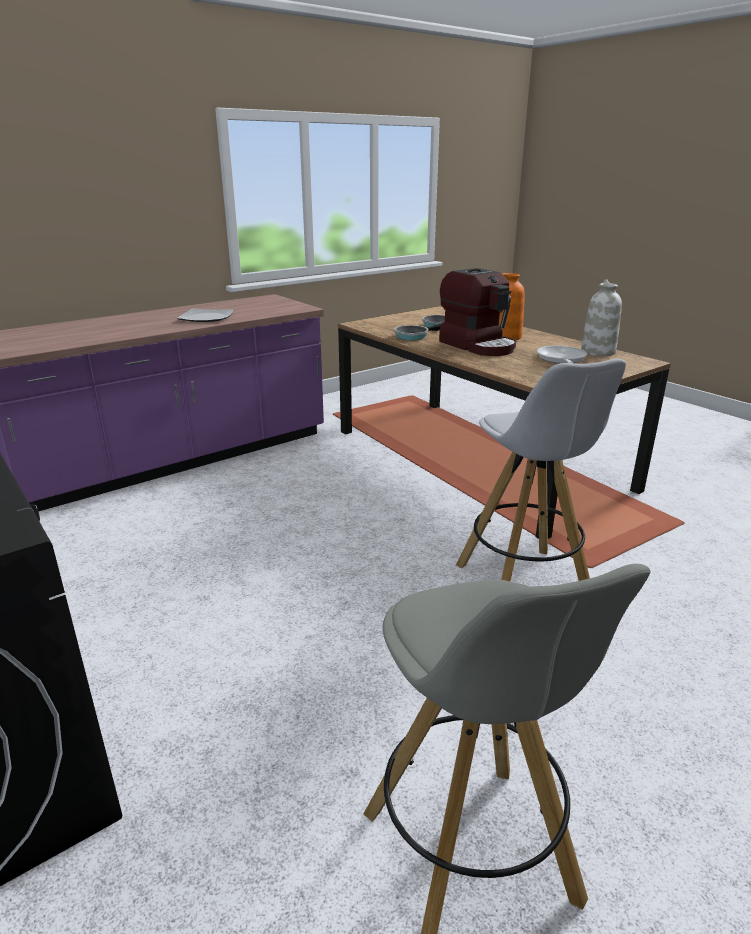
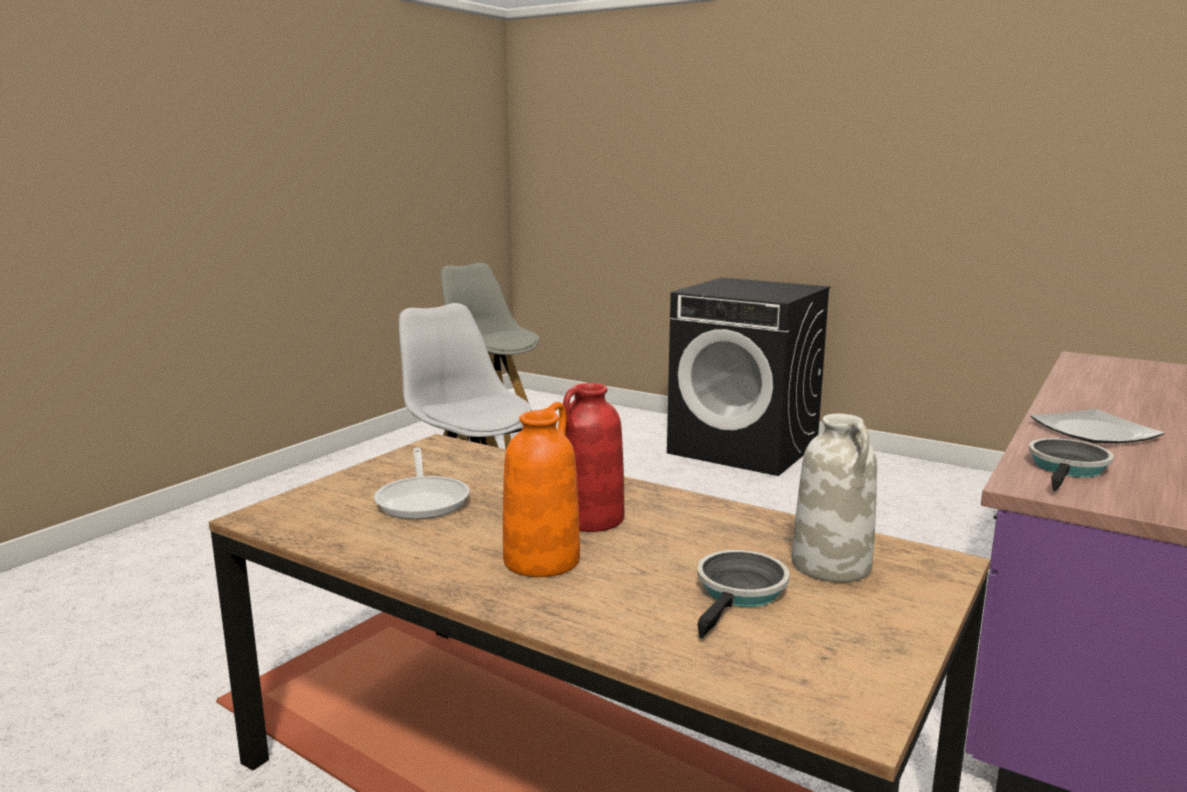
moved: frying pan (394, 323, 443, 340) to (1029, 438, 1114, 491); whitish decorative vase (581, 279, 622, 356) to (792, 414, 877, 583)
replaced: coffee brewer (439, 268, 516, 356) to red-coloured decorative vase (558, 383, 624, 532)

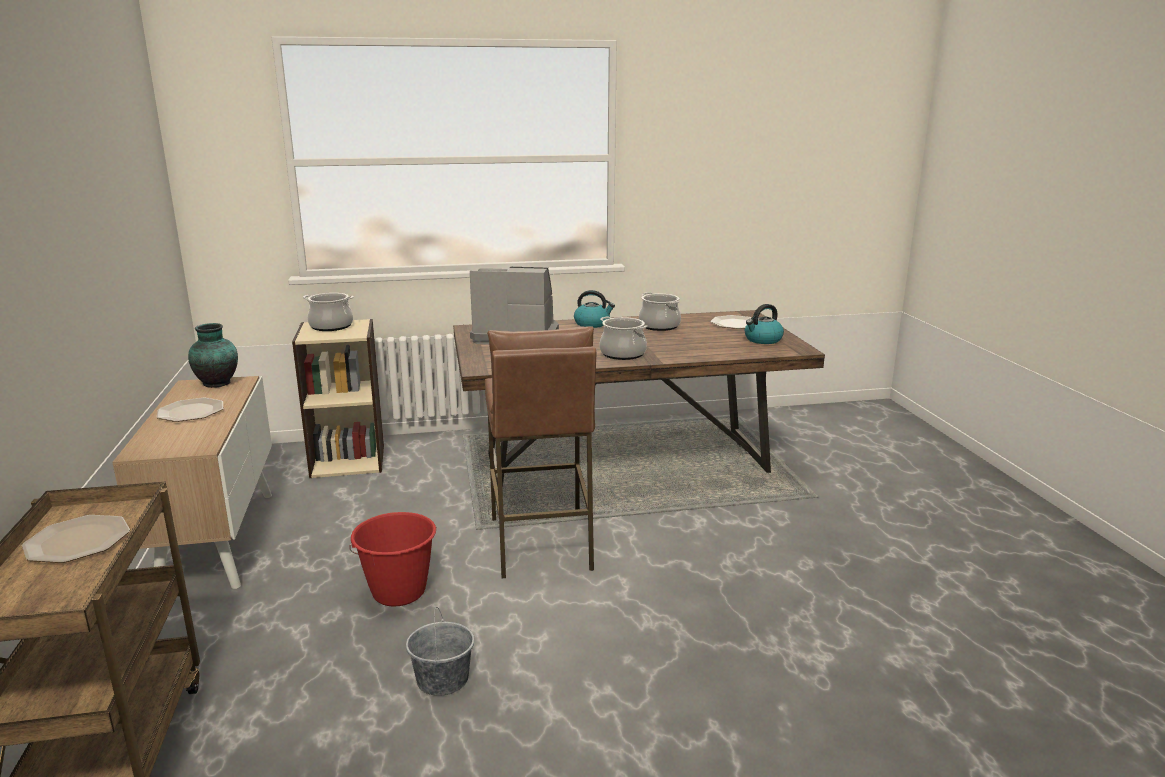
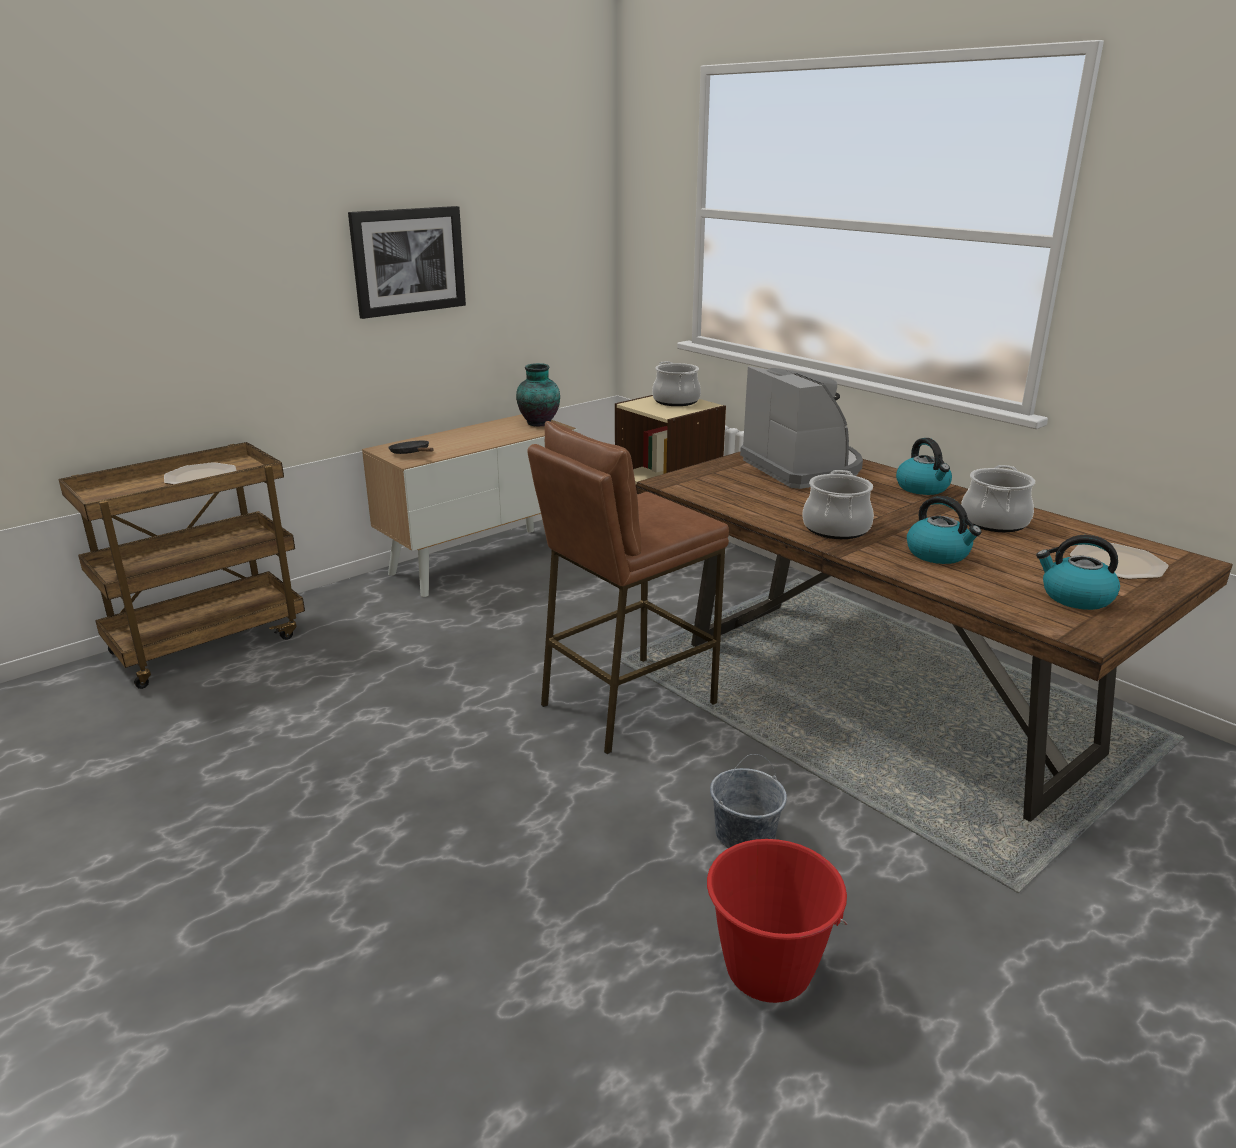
removed: flat dish (157, 398, 223, 422)
added: picture (348, 206, 466, 319); blackish frying pan (388, 441, 434, 454); water kettle (907, 496, 981, 564)
moved: red-coloured water bucket (349, 512, 437, 606) to (707, 839, 847, 1003); gray water bucket (406, 607, 475, 696) to (710, 754, 787, 848)

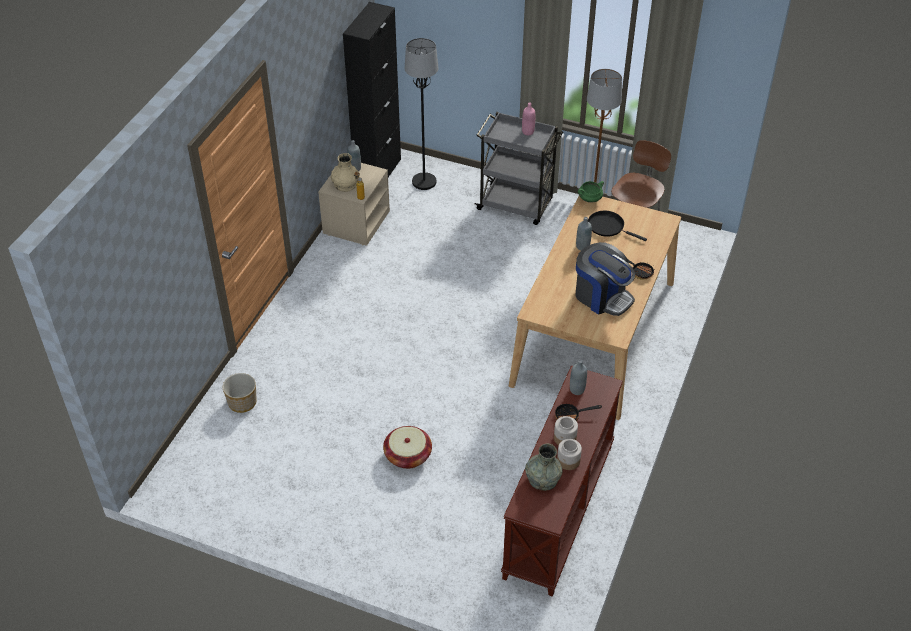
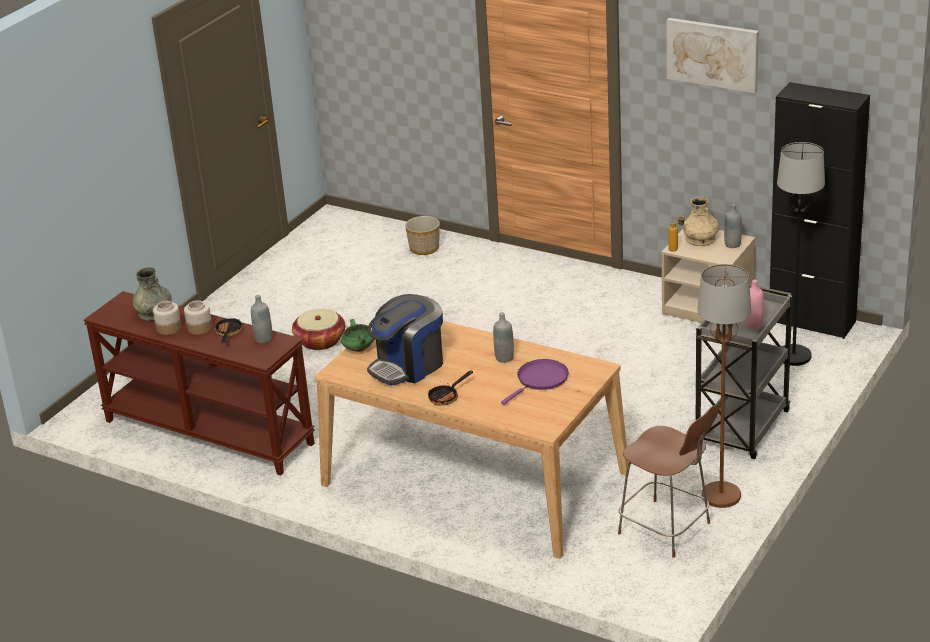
added: picture (667, 18, 759, 93)
moved: green saucepot (578, 181, 604, 203) to (341, 319, 374, 352)
recoloured: blackish frying pan (588, 211, 647, 241) to purple frying pan (501, 359, 569, 405)

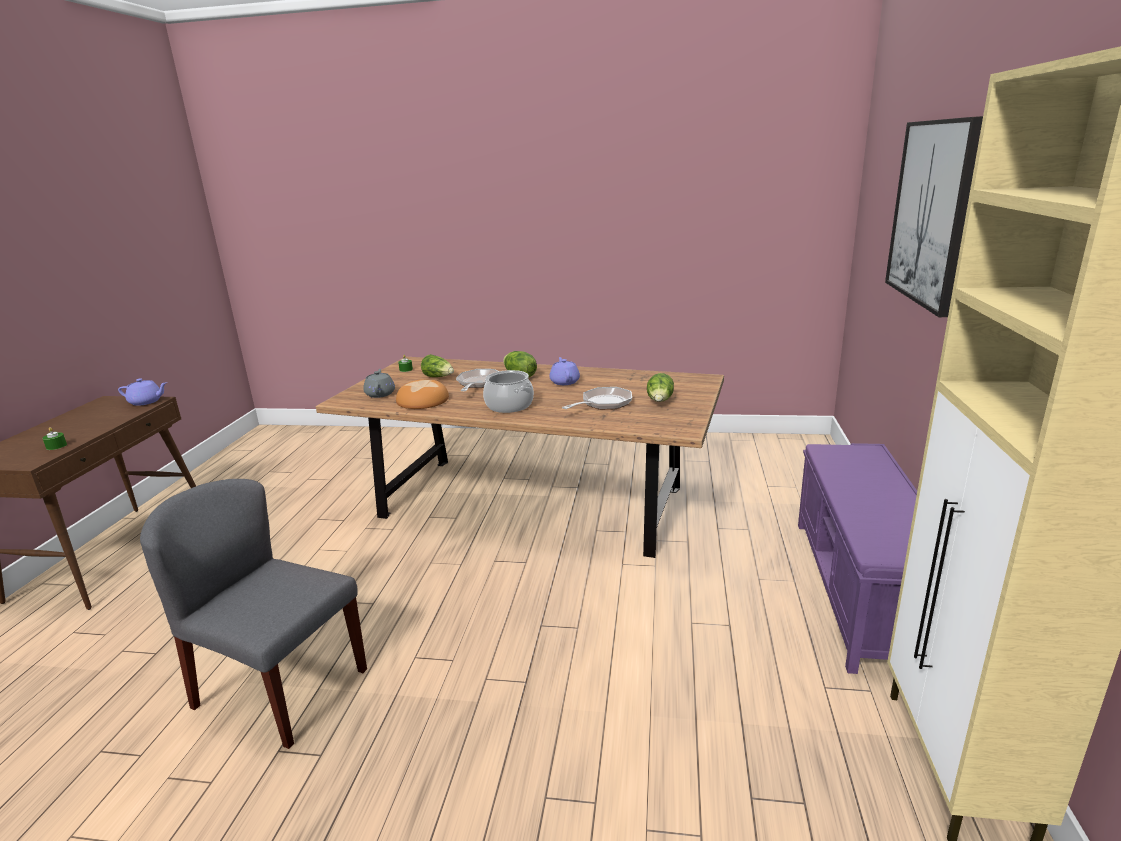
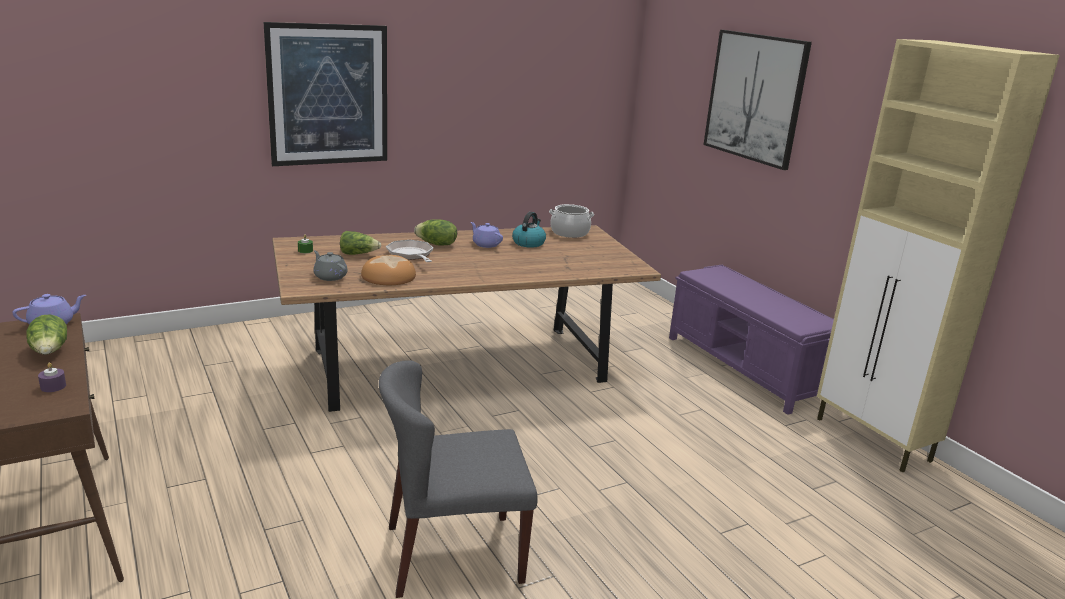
removed: frying pan (562, 387, 632, 410)
added: picture (264, 22, 387, 166); water kettle (512, 212, 546, 248)
moved: saucepot (483, 370, 534, 413) to (549, 204, 594, 238); head of lettuce (647, 373, 674, 402) to (26, 314, 67, 355)
recoloured: green candle (42, 427, 67, 450) to purple candle (38, 362, 66, 392)

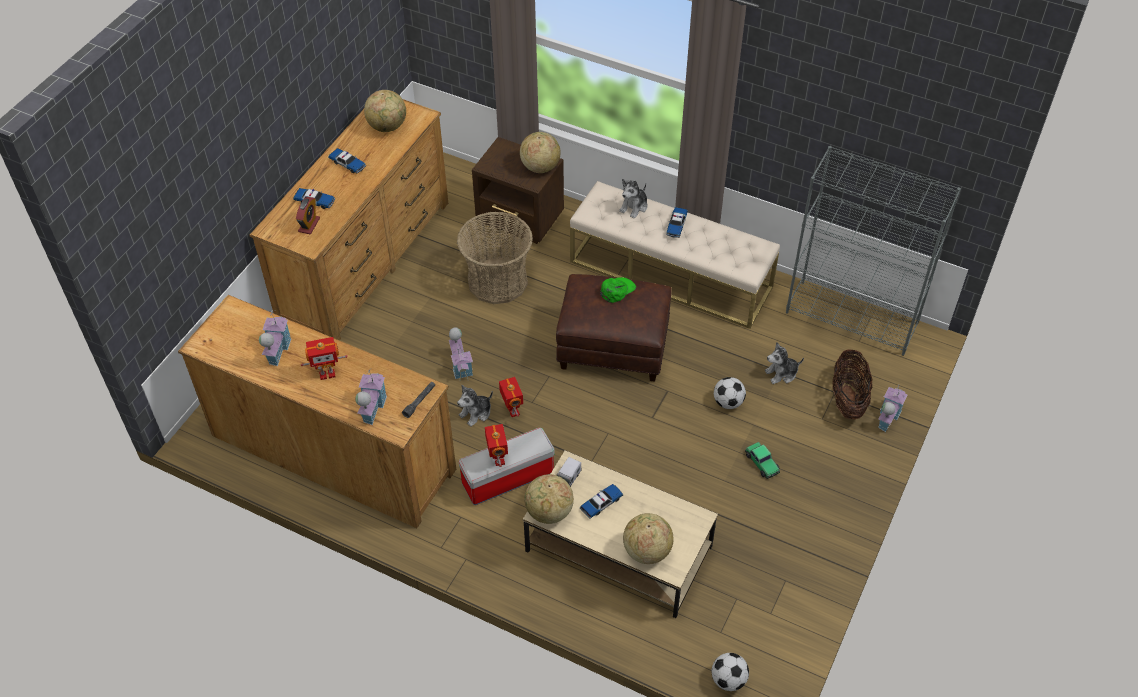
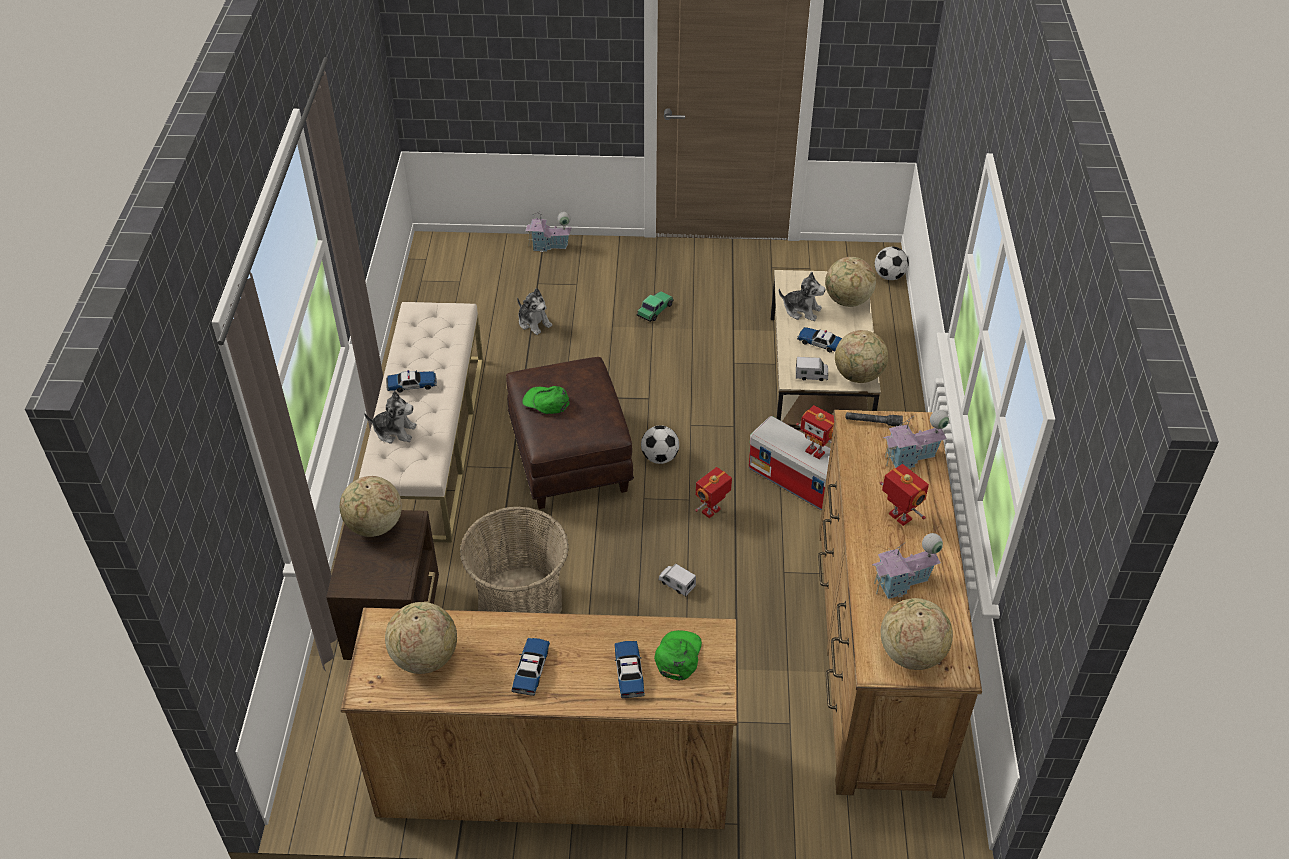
removed: gray shelving unit (786, 146, 961, 356); storage basket (832, 349, 873, 420)
added: world globe (881, 598, 953, 670)
moved: cuddly toy (457, 385, 493, 427) to (779, 272, 825, 321); football (714, 377, 746, 409) to (641, 425, 679, 464)
replaced: bedside clock (296, 197, 320, 235) to green peaked cap (654, 630, 702, 681); miniature house (449, 327, 473, 381) to toy truck (658, 564, 696, 597)
turned: model robot (485, 424, 508, 467) = (796, 405, 834, 459) 105 degrees counterclockwise

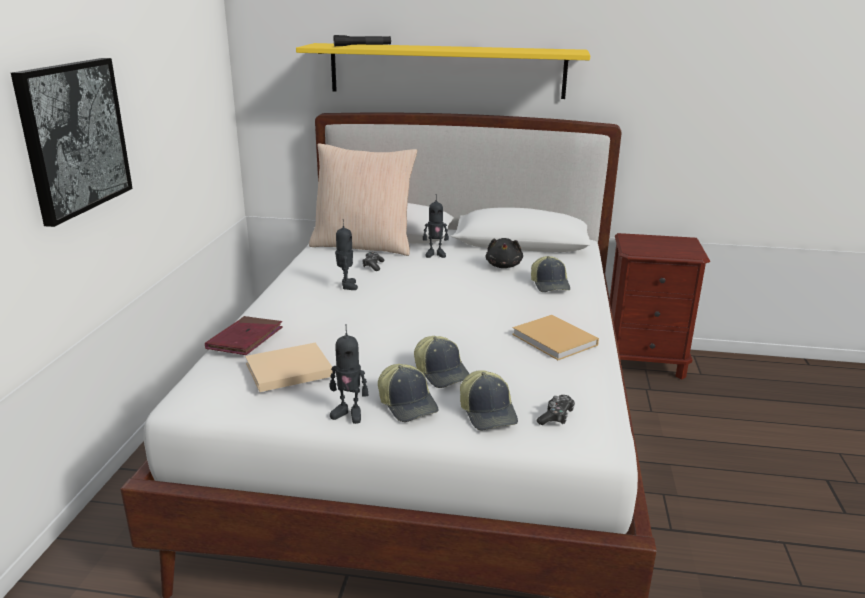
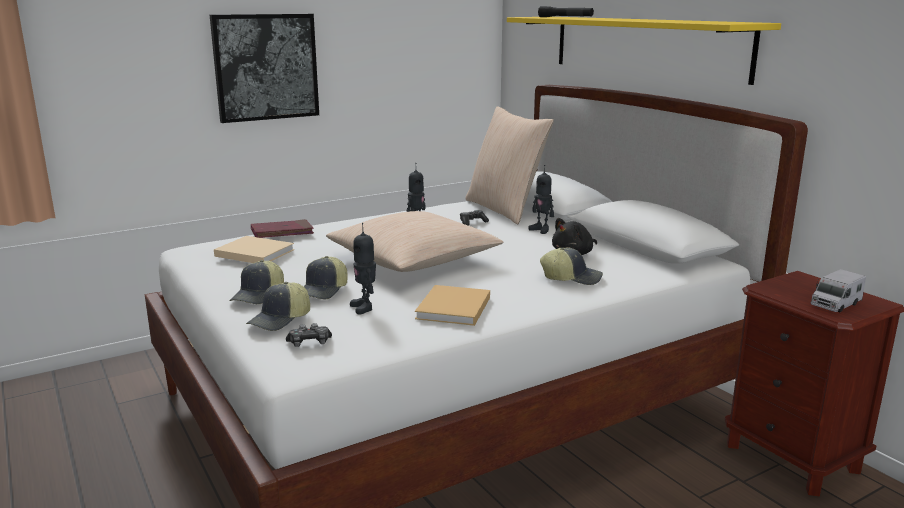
added: beige throw pillow (326, 211, 504, 272); toy truck (811, 269, 866, 312)
moved: model robot (329, 324, 368, 424) to (350, 223, 376, 315)
turned: peaked cap (531, 256, 570, 292) = (540, 247, 603, 285) 120 degrees counterclockwise

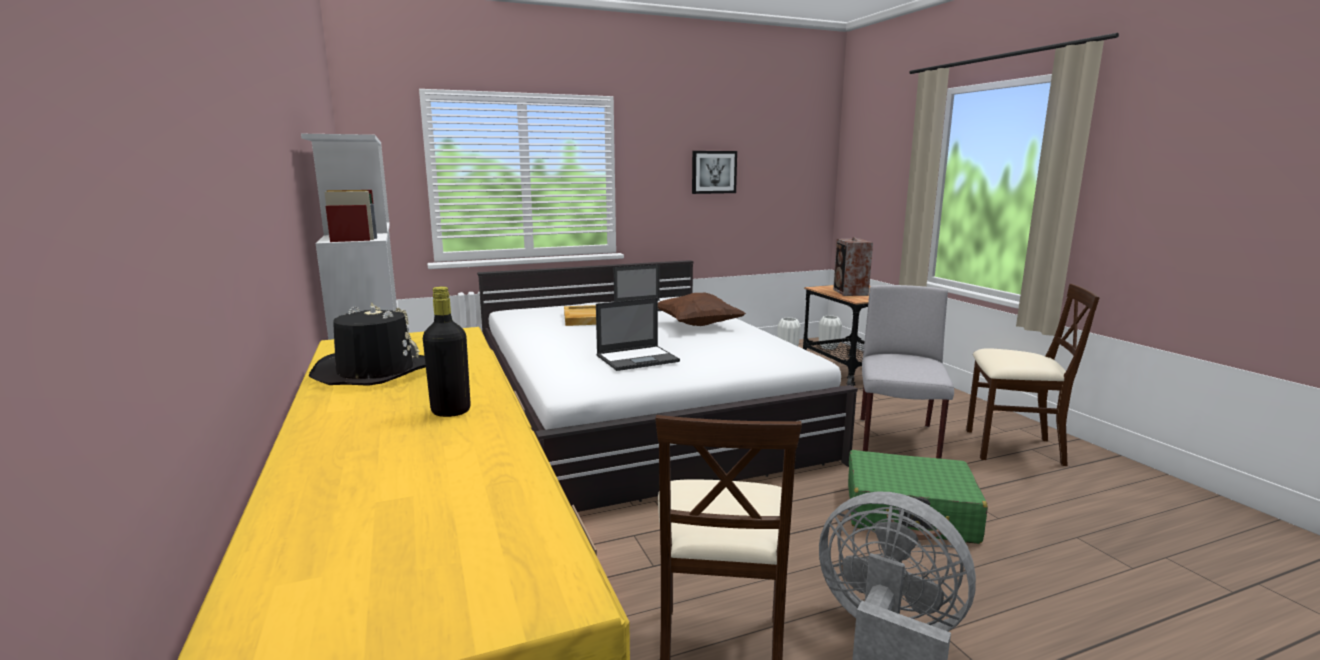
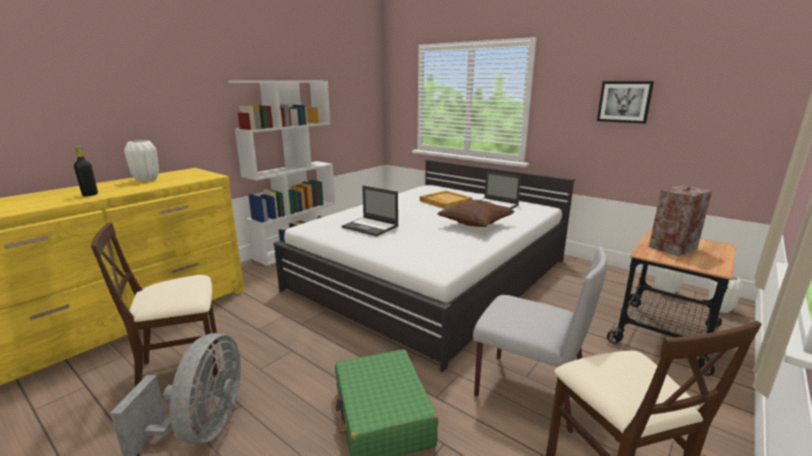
replaced: blackish clothing hat (309, 302, 426, 386) to whitish decorative vase (124, 140, 159, 182)
turned: gray upright chair (861, 285, 954, 459) = (473, 246, 608, 433) 45 degrees clockwise

